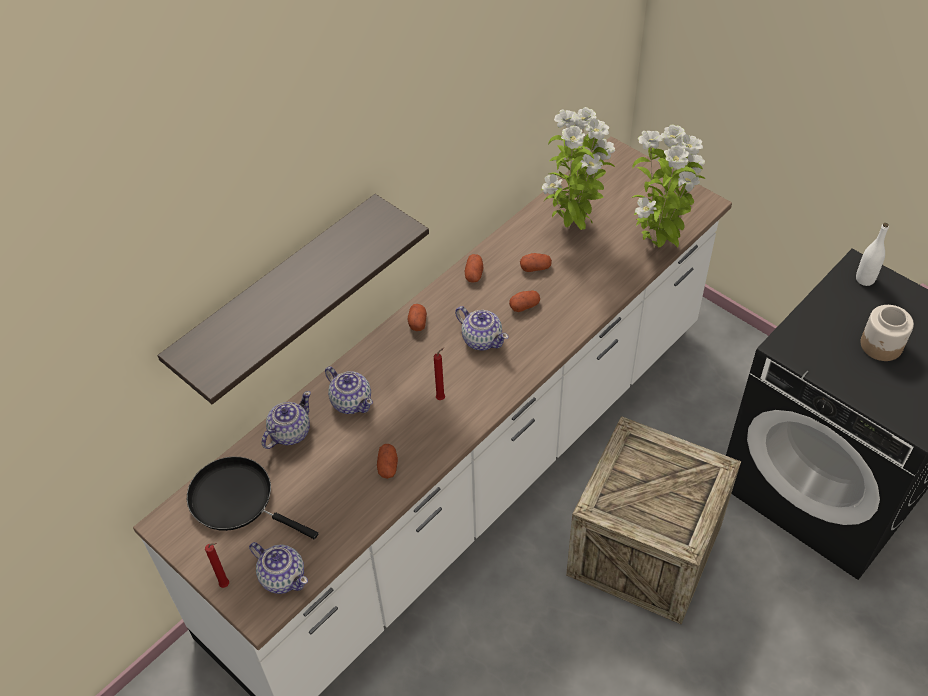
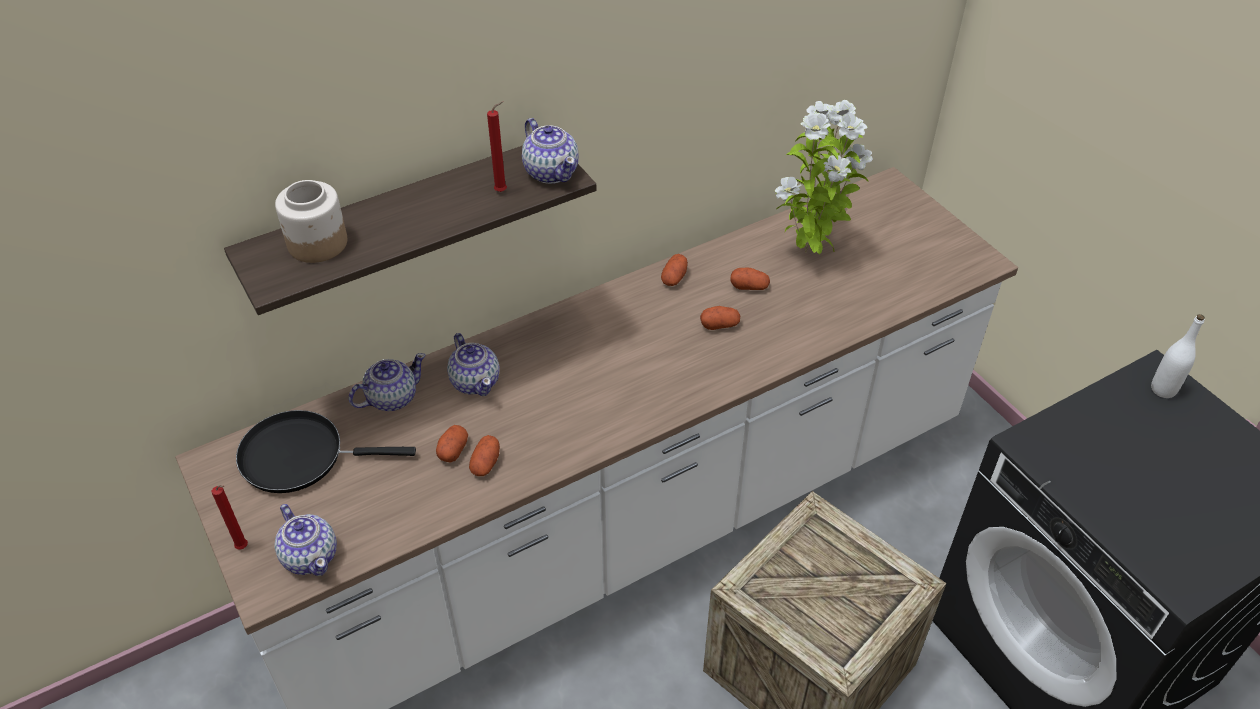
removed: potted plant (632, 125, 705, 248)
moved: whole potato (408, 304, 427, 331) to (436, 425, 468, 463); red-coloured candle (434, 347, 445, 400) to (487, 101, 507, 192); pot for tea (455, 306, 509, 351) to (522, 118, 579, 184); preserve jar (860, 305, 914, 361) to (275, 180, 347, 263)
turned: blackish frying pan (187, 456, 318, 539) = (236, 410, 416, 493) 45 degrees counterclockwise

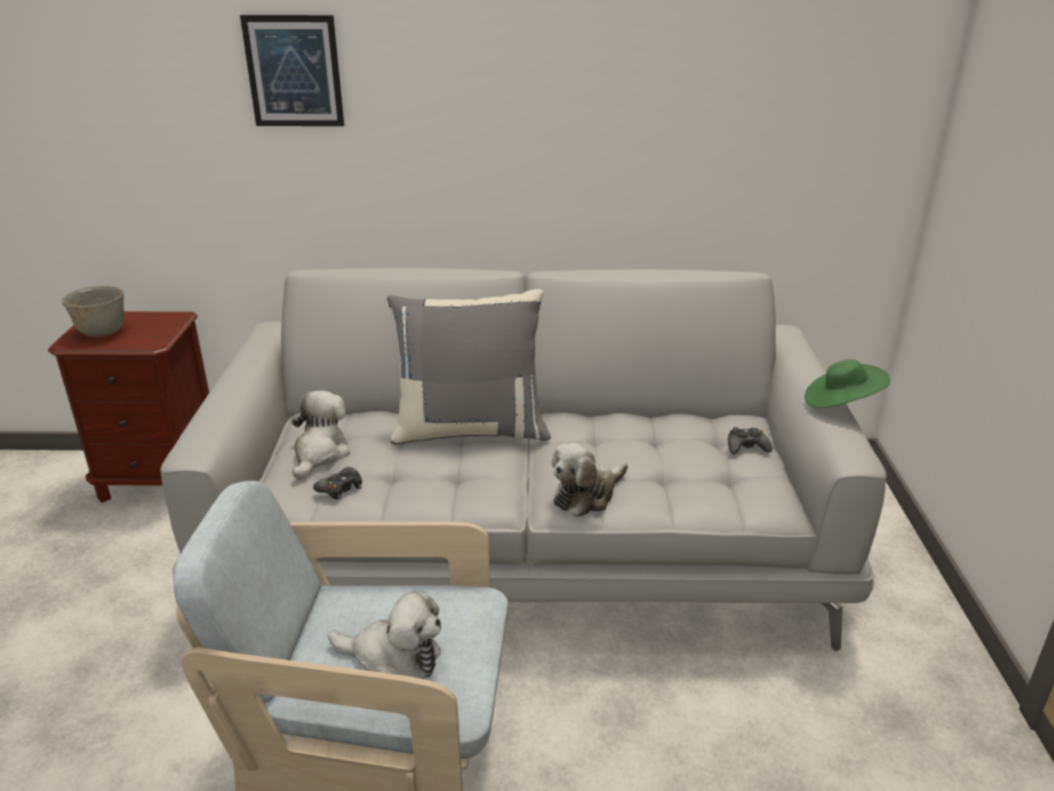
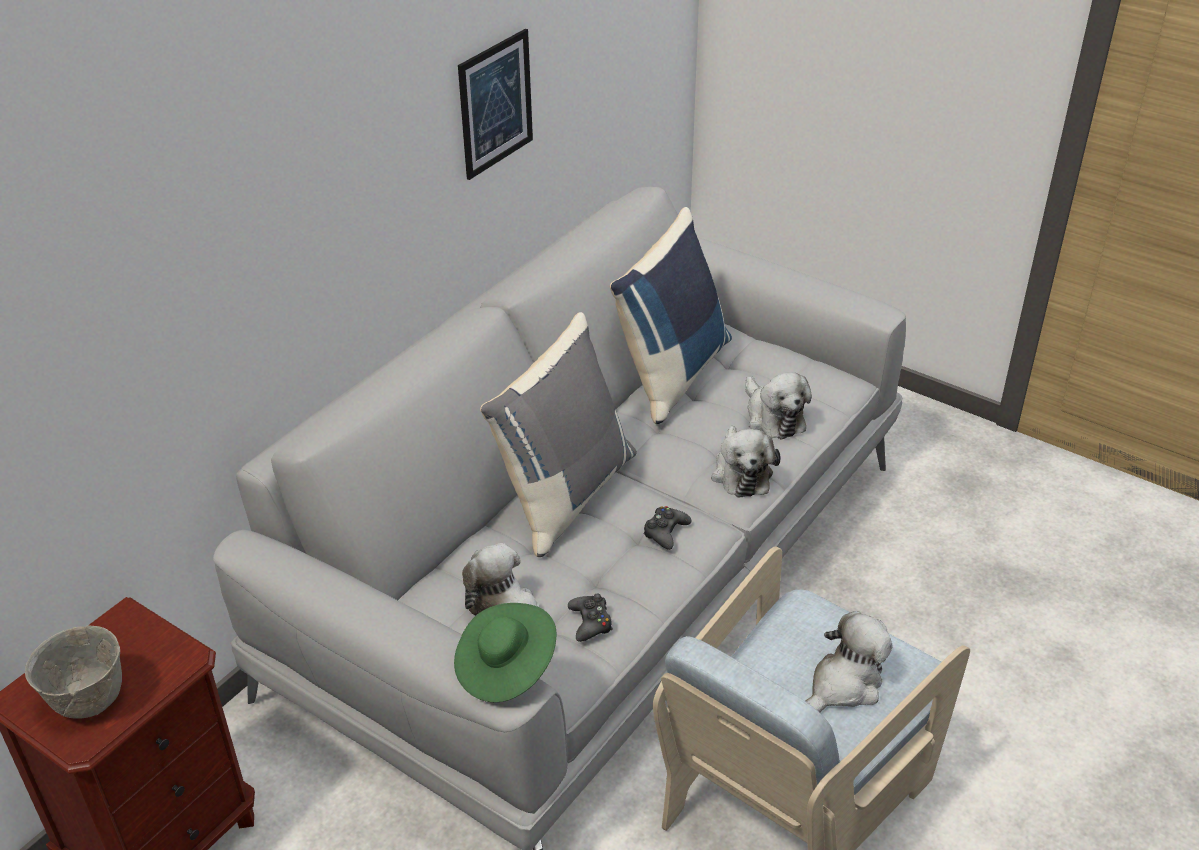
added: bluish throw pillow (610, 207, 732, 424); cuddly toy (745, 372, 812, 439)
moved: picture (240, 15, 344, 126) to (458, 29, 533, 180); blackish joypad (728, 427, 772, 454) to (643, 506, 691, 550); green clothing hat (804, 359, 890, 408) to (454, 603, 556, 702)

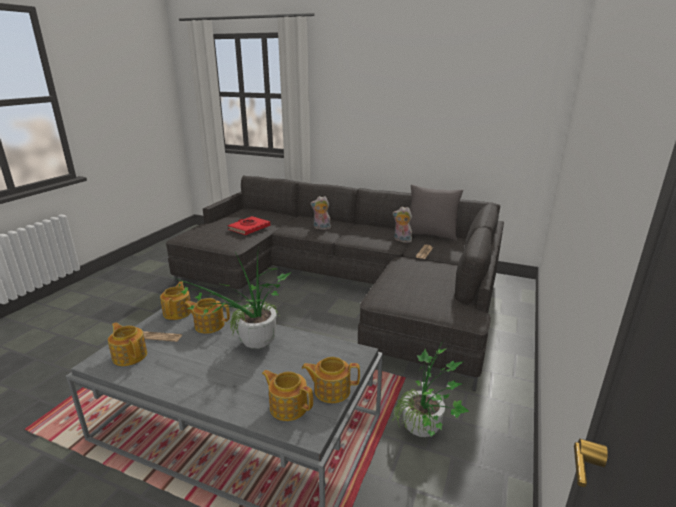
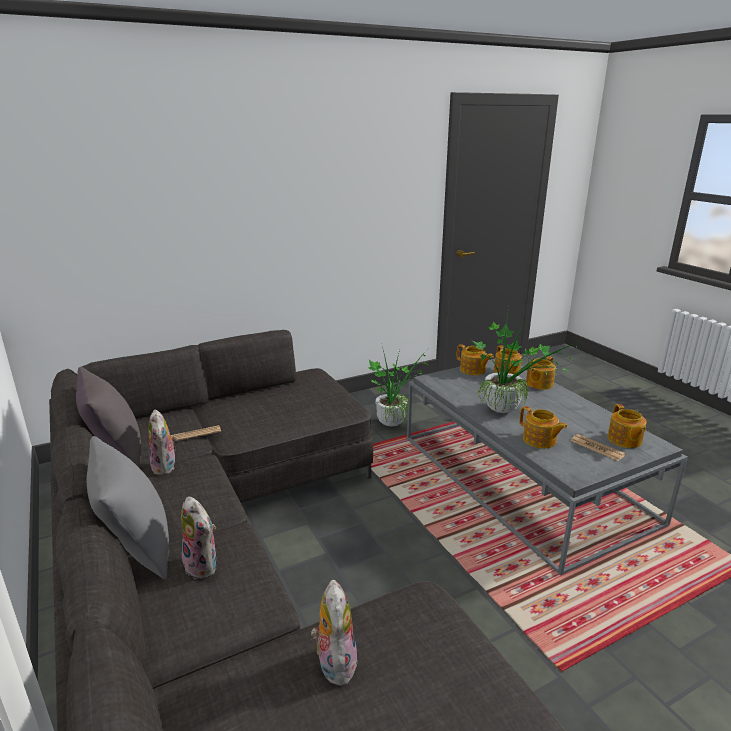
added: gray throw pillow (87, 436, 169, 580)
moved: pot for tea (160, 282, 191, 320) to (526, 356, 556, 390)
replaced: red-coloured bound book (228, 216, 270, 235) to cuddly toy (311, 580, 358, 686)

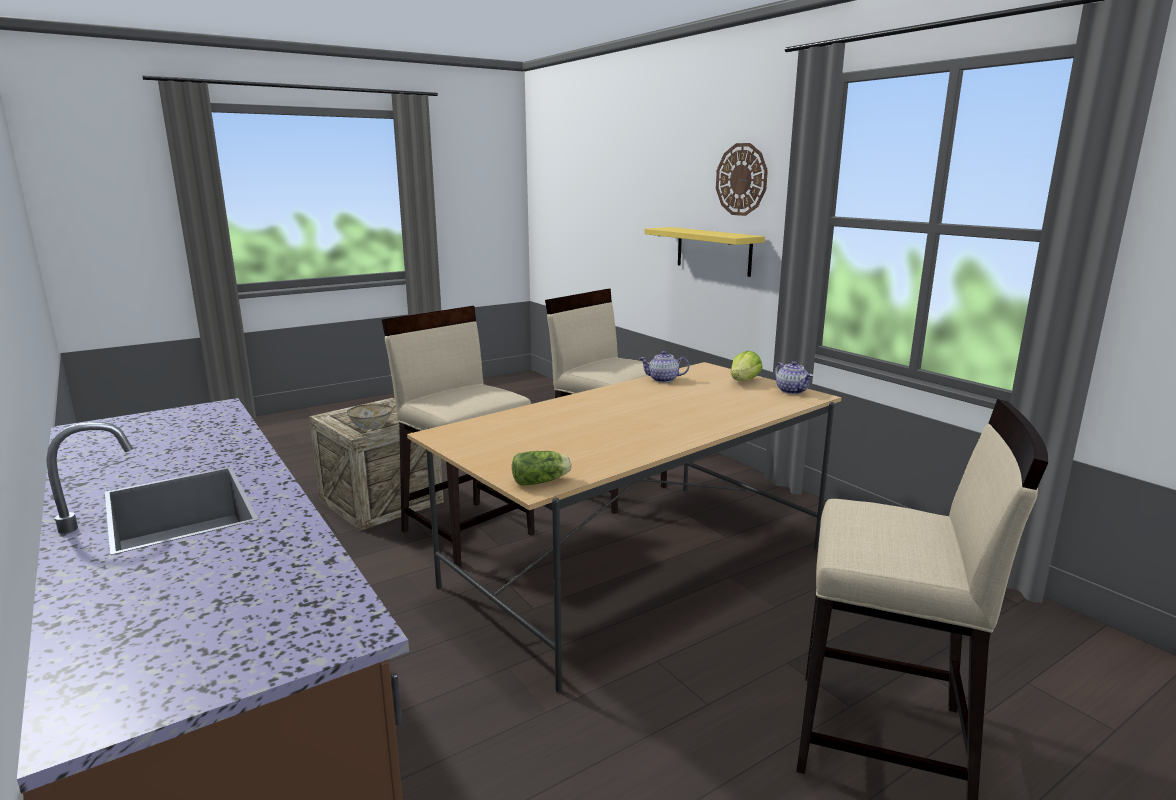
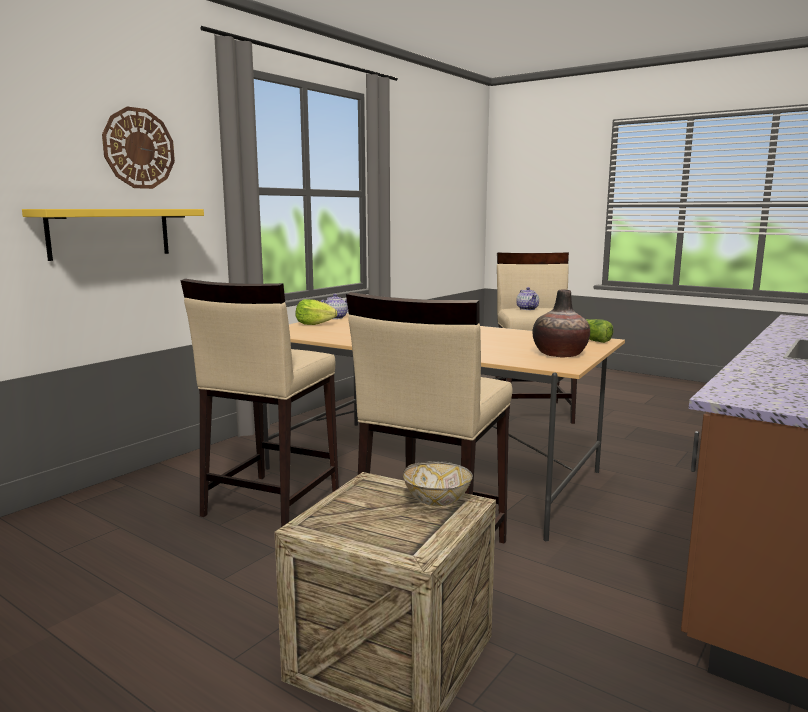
added: decorative vase (532, 290, 590, 357)
moved: pot for tea (639, 351, 689, 383) to (516, 287, 539, 310)

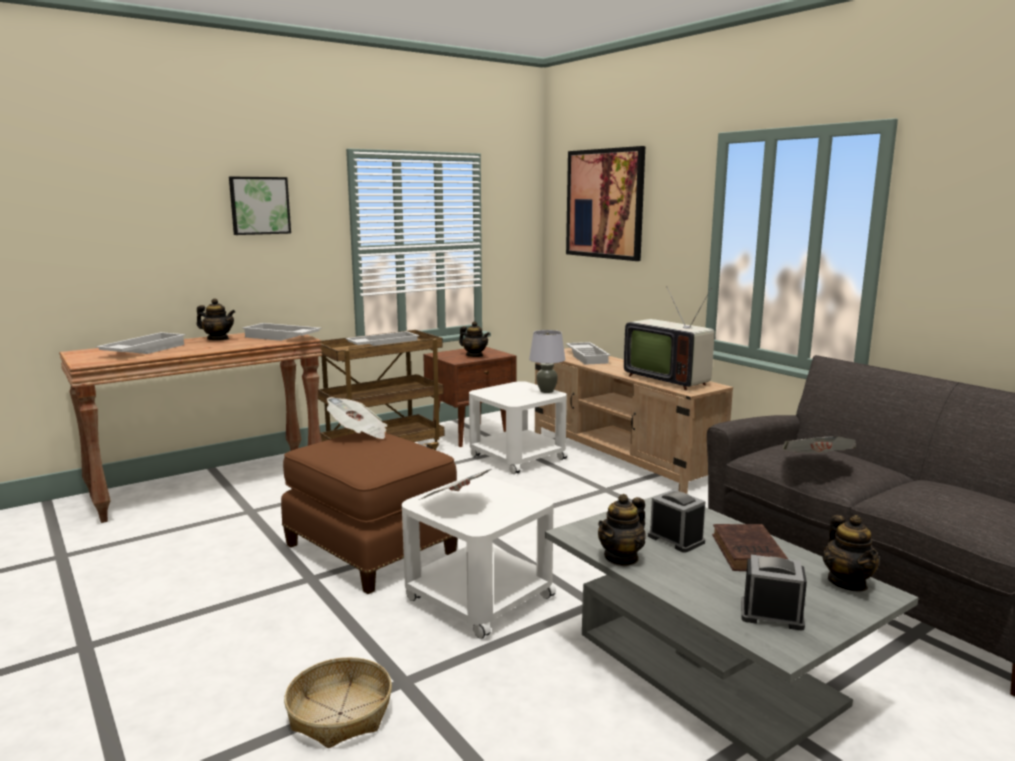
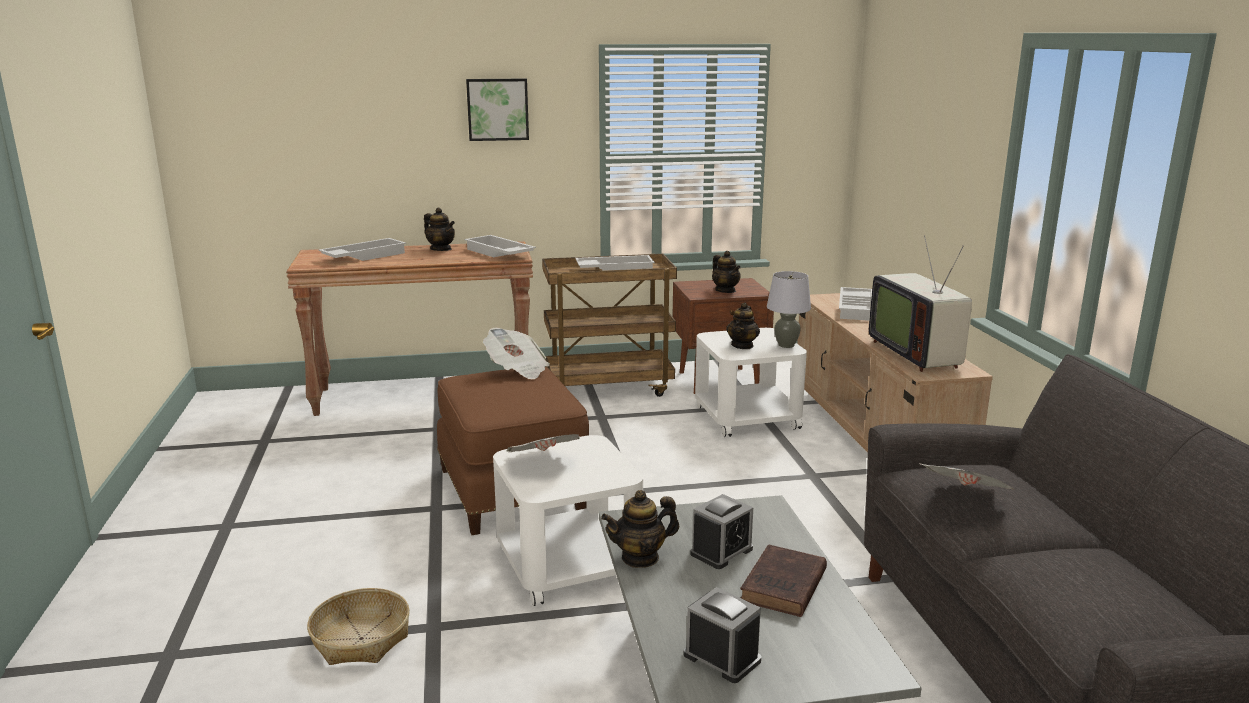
removed: picture (566, 146, 645, 261)
moved: pot for tea (823, 515, 879, 592) to (726, 302, 760, 349)
turned: bedside clock (648, 490, 706, 553) = (690, 494, 753, 569) 60 degrees clockwise

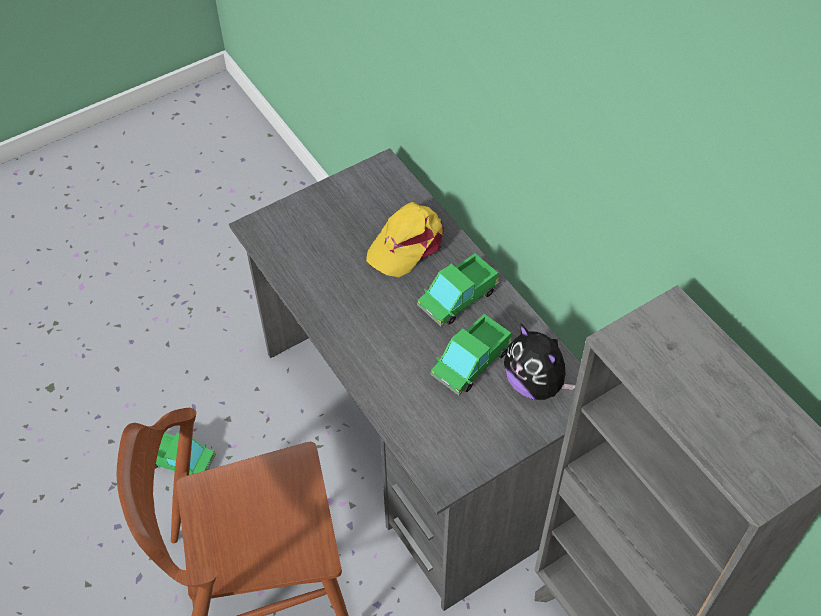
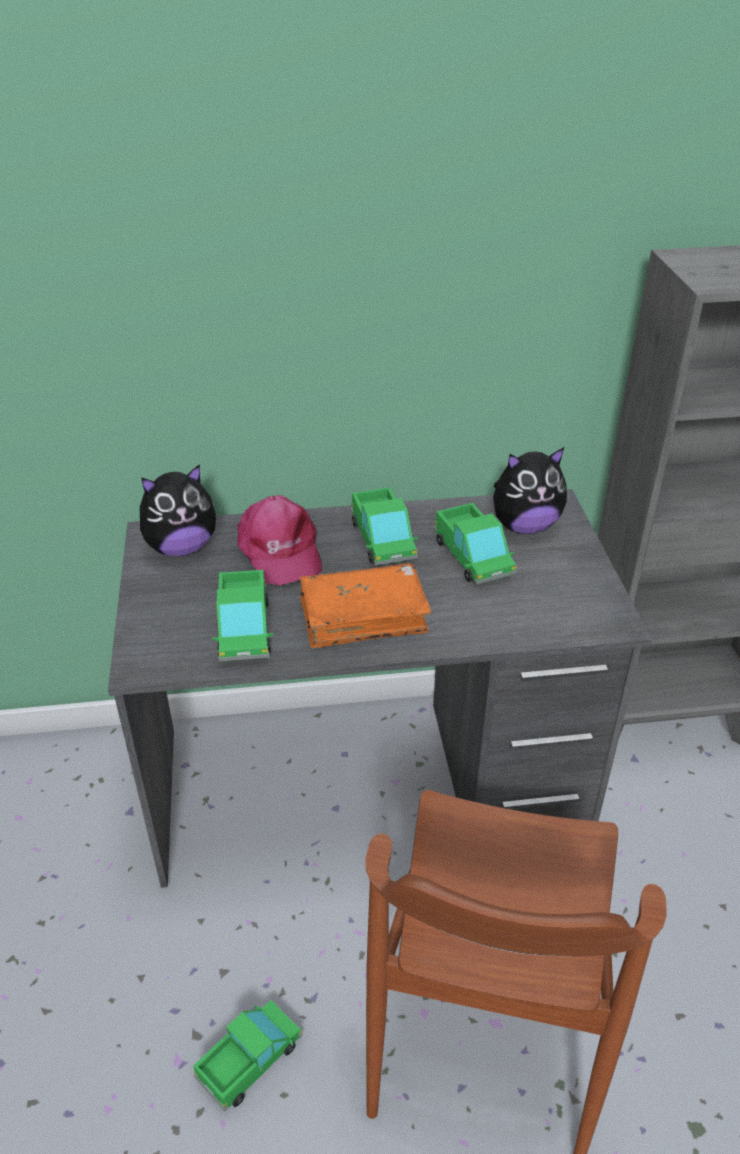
added: cuddly toy (140, 464, 216, 556); toy truck (212, 570, 273, 662); orange-coloured bound book (300, 563, 431, 648)
recoloured: yellowish peaked cap (366, 202, 444, 277) to pinkish peaked cap (237, 495, 322, 585)

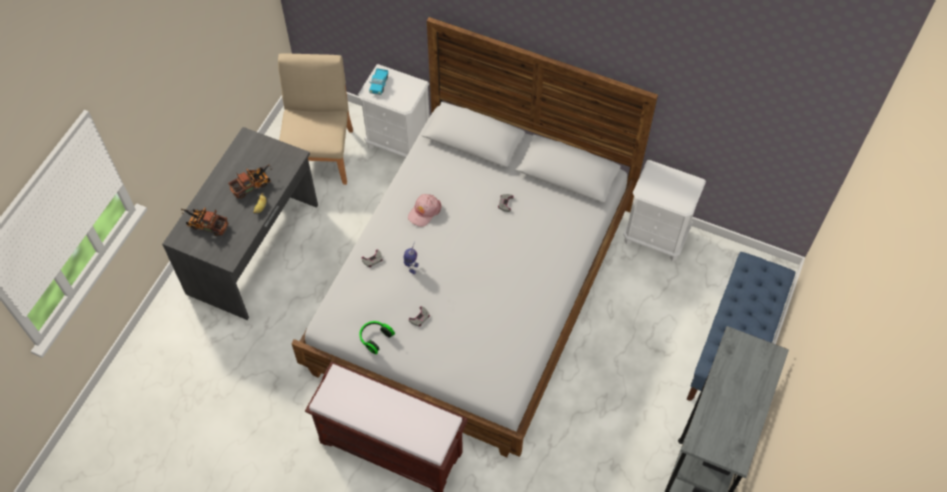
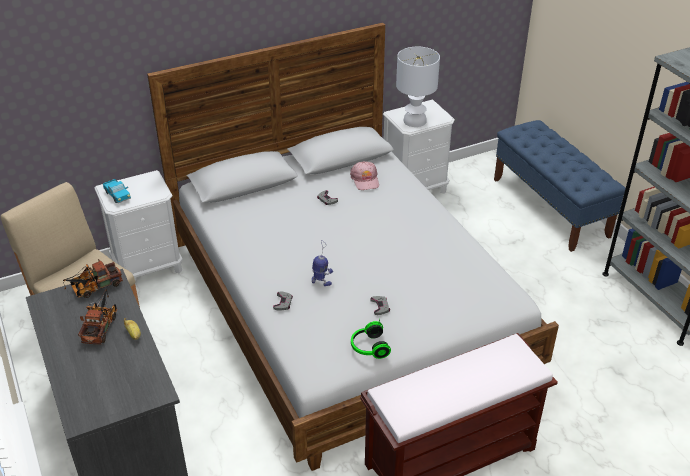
added: whitish lamp for a table (396, 47, 440, 127)
moved: toy truck (181, 208, 229, 236) to (63, 259, 123, 298); pinkish peaked cap (408, 194, 442, 227) to (350, 161, 379, 190)

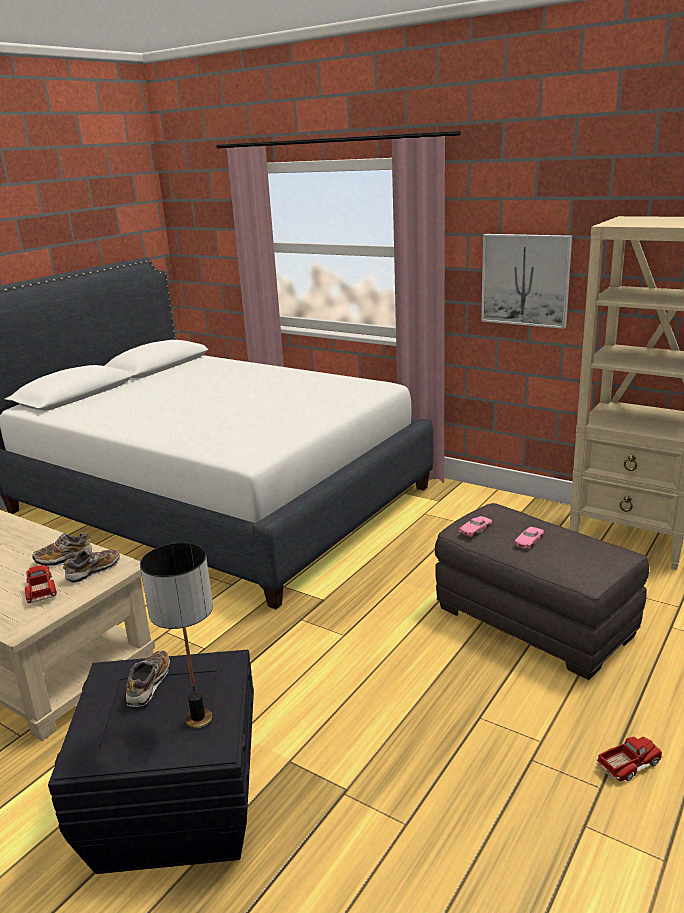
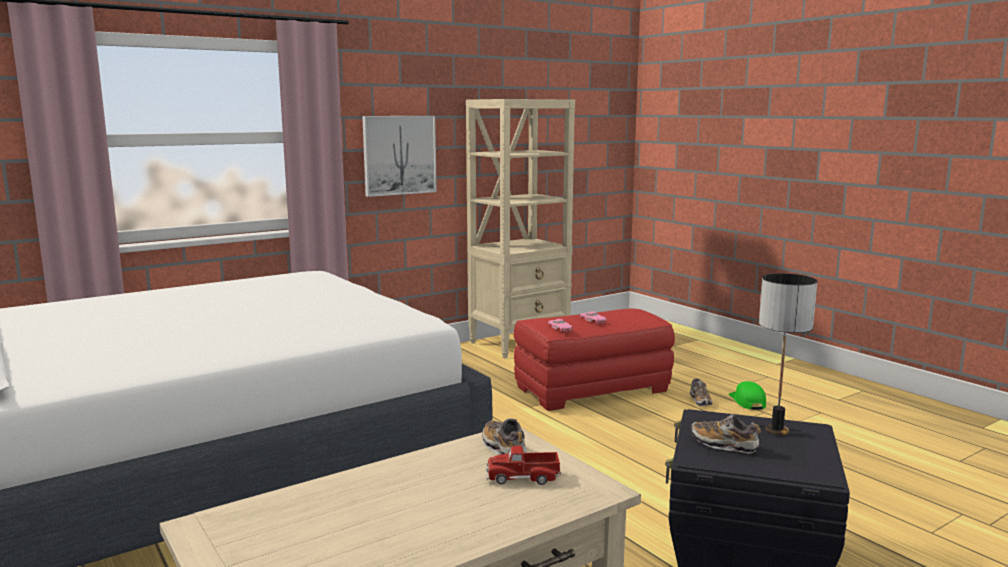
moved: item of footwear (32, 532, 92, 566) to (690, 378, 712, 406)
replaced: toy truck (597, 737, 663, 781) to green peaked cap (728, 381, 766, 410)
recoloured: gray pouffe (435, 503, 649, 680) to red-coloured pouffe (514, 308, 675, 411)

